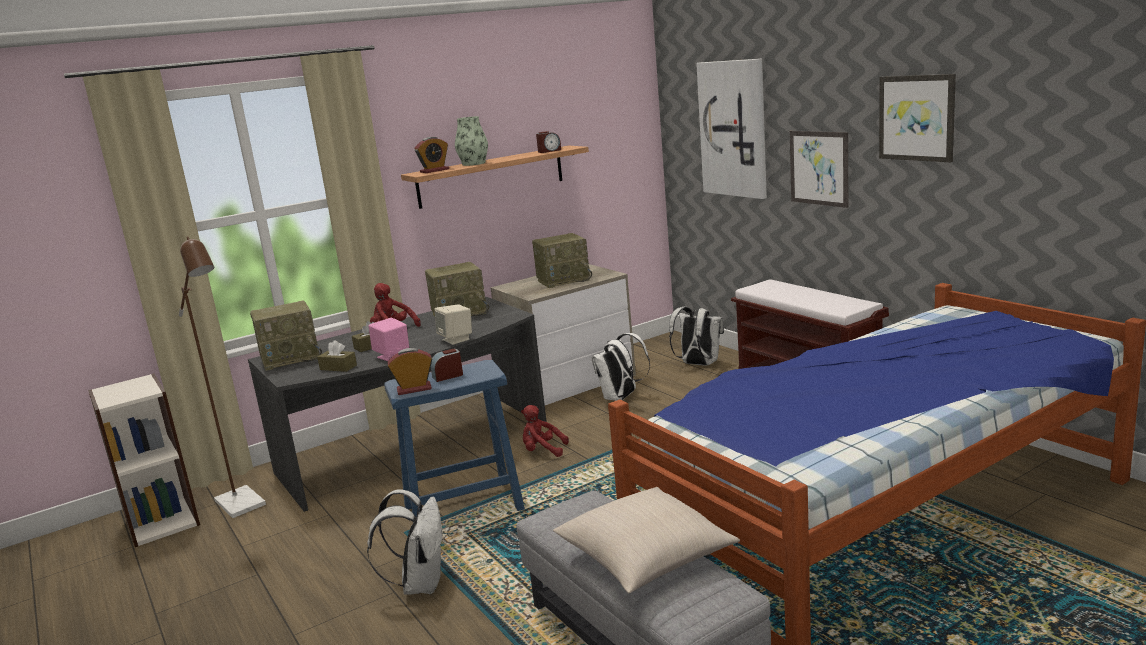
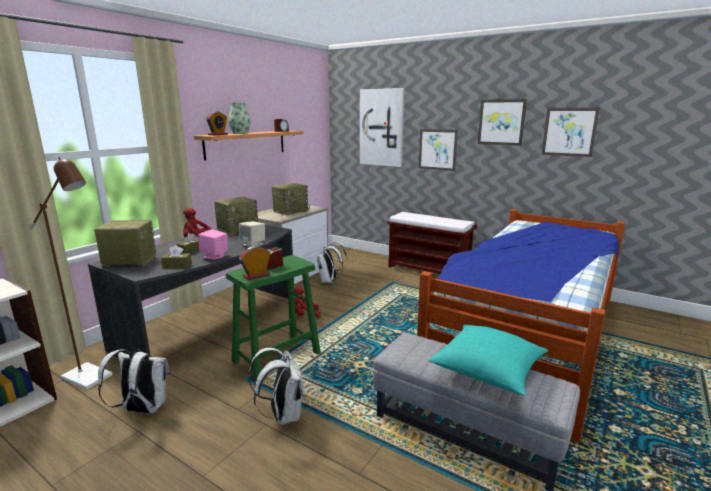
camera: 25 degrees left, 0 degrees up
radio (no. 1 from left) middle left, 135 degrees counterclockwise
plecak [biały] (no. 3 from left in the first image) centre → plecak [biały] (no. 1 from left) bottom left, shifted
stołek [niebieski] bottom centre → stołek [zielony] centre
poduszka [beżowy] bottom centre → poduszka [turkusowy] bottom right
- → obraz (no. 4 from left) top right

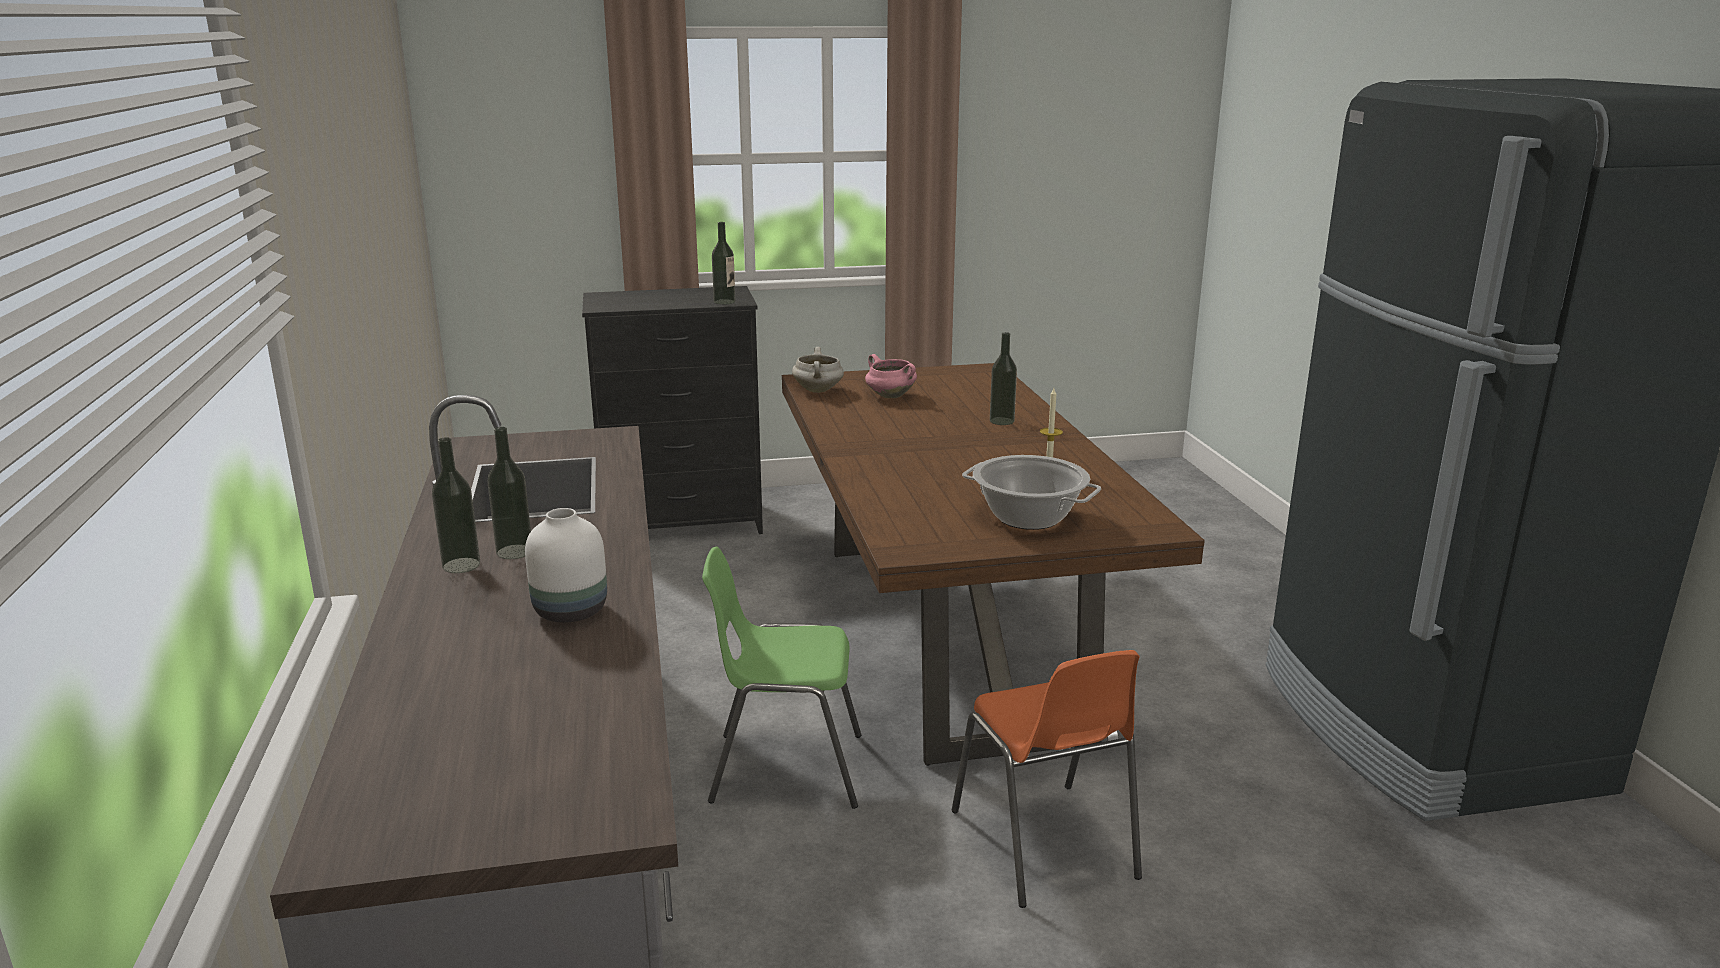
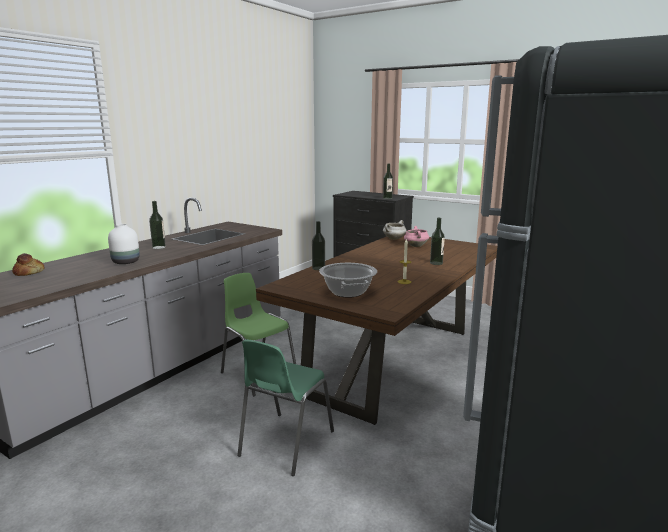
camera: 45 degrees right, 5 degrees down
butelka (no. 1 from left in the first image) middle left → butelka (no. 2 from left) centre, shifted
krzesło [pomarańczowy] bottom centre → krzesło [zielony] (no. 2 from left) bottom centre
- → chleb middle left

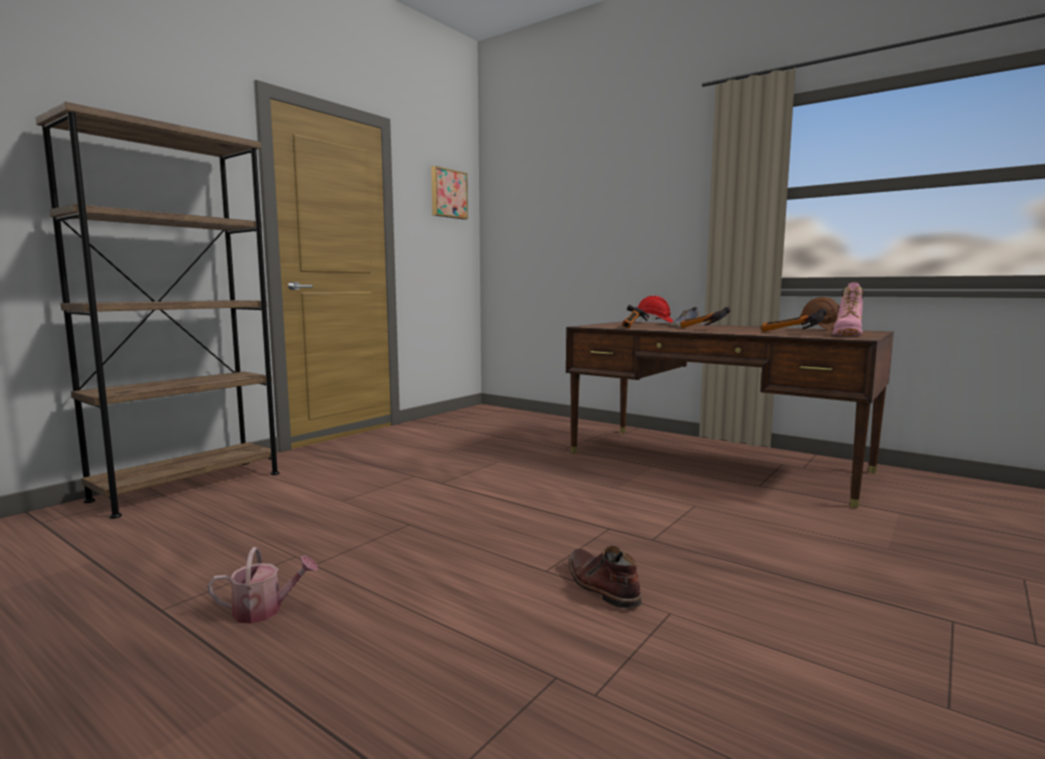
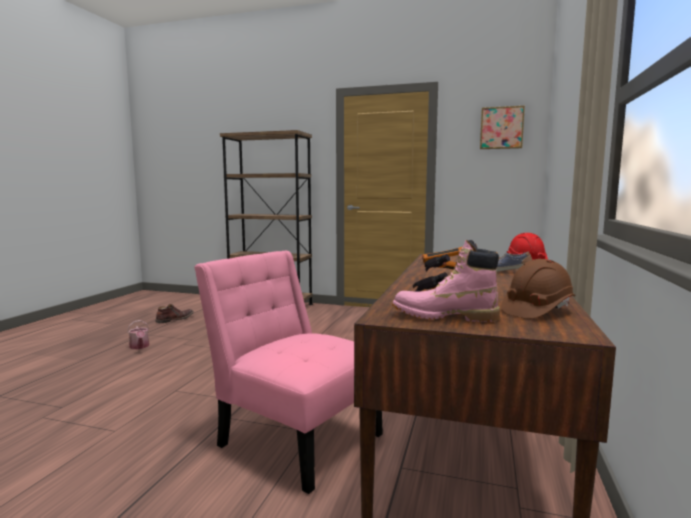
camera: 70 degrees right, 0 degrees up
but z cholewką [brązowy] bottom centre → but z cholewką [brązowy] middle left, shifted
- → krzesło [różowy] bottom centre

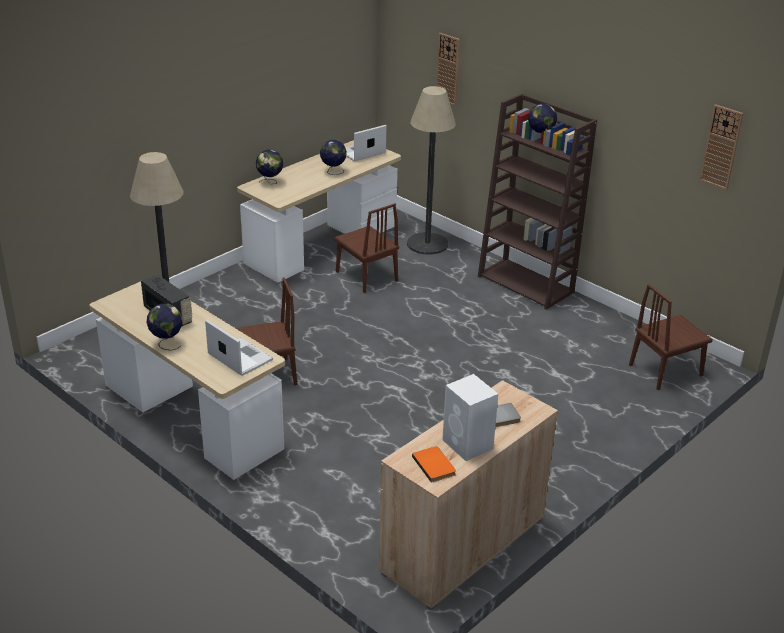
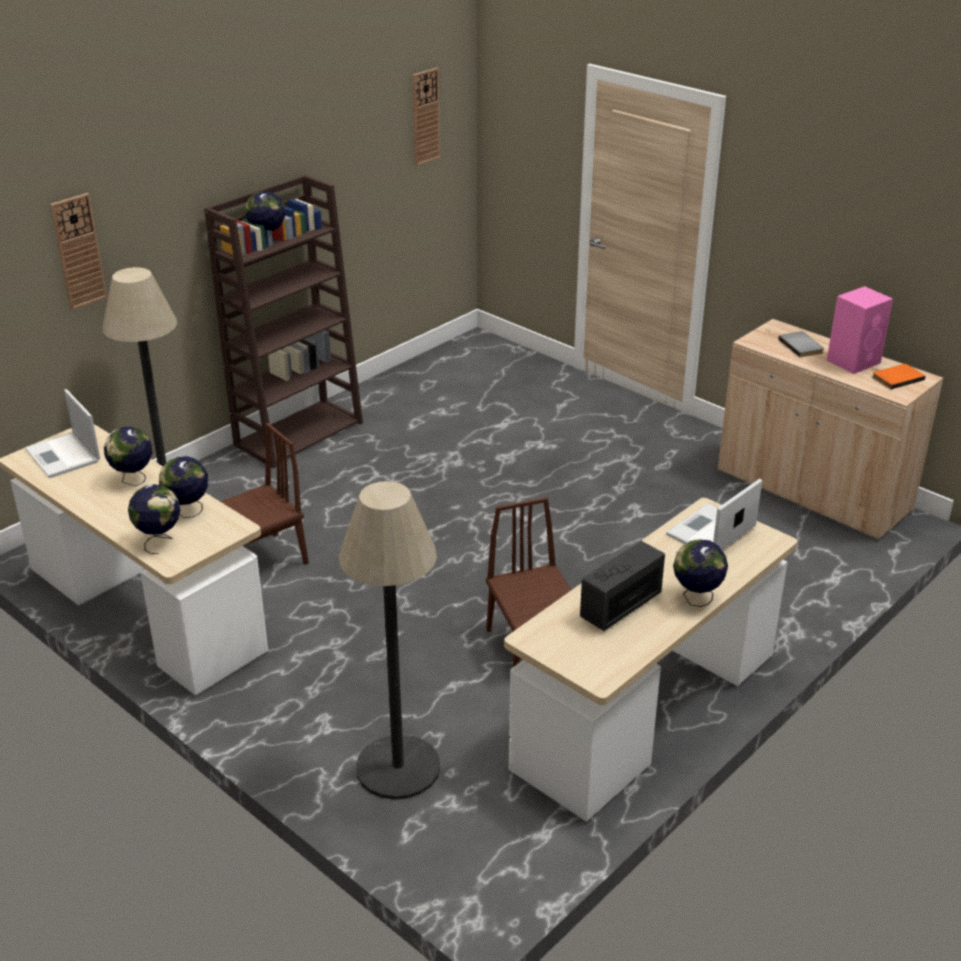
camera: 90 degrees left, 0 degrees up
krzesło [brązowy] (no. 3 from left) middle right → -
głośnik [biały] centre → głośnik [różowy] middle right
- → globus (no. 3 from left) middle left

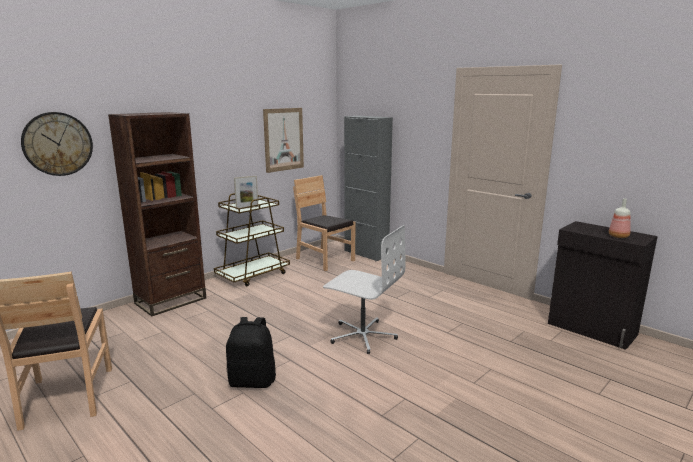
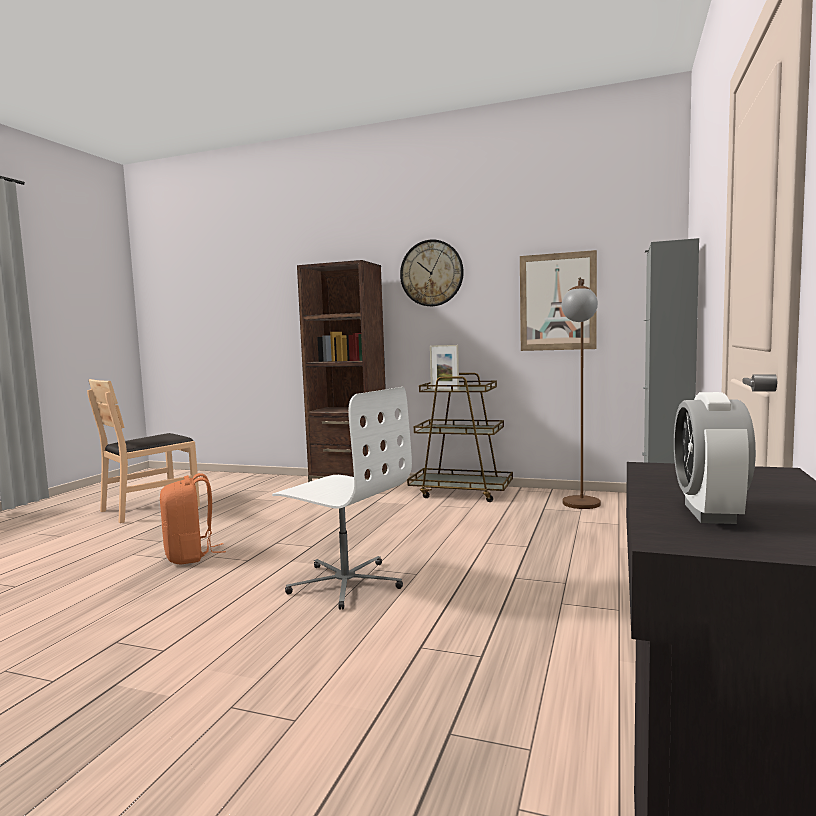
camera: 65 degrees right, 10 degrees down
zegar ścienny top left → zegar ścienny centre, shifted
krzesło [brązowy] (no. 2 from left) centre → lampa stojąca [brązowy] middle right
butelka middle right → budzik middle right
krzesło biurowe [biały] centre, 60 degrees counterclockwise
plecak [czarny] bottom centre → plecak [pomarańczowy] middle left

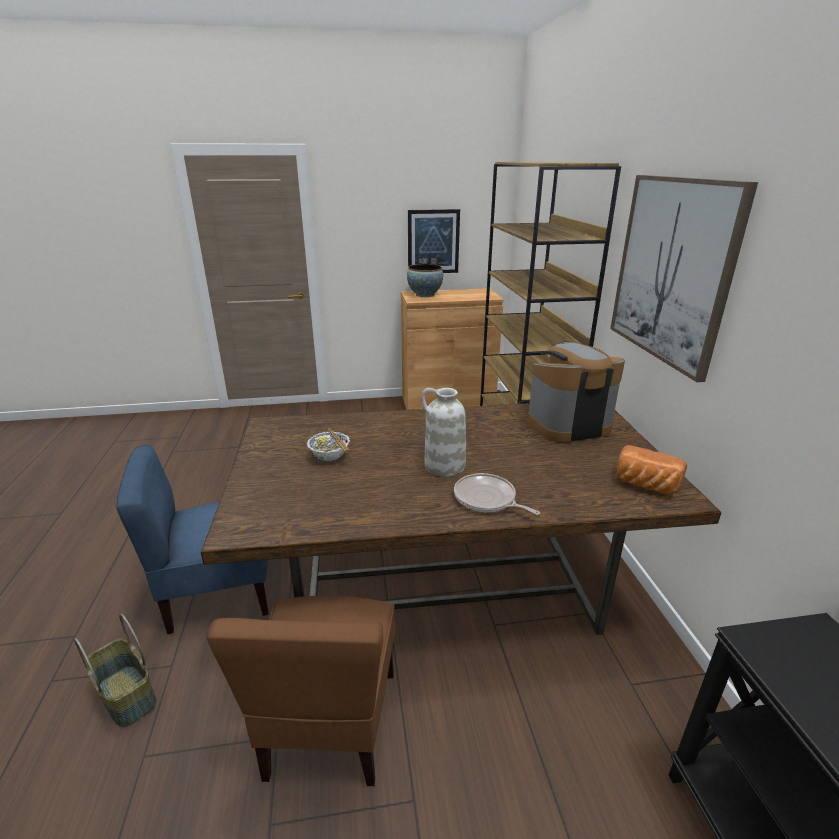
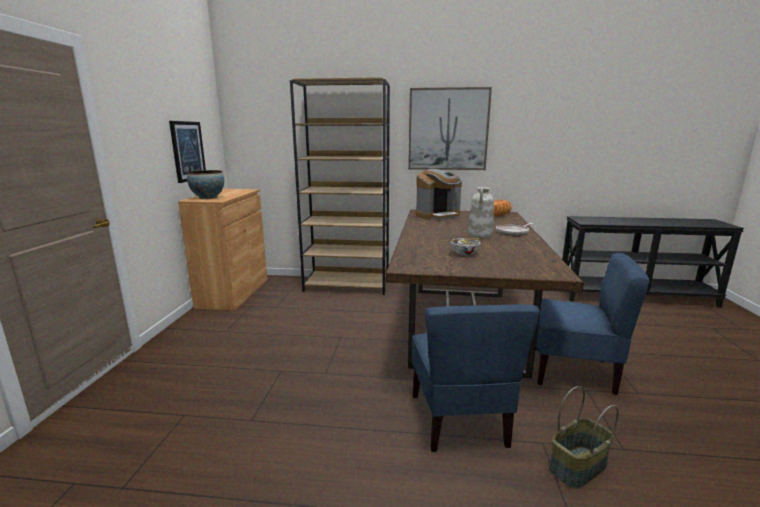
camera: 75 degrees left, 10 degrees down
ekspres do kawy middle right → ekspres do kawy centre, 120 degrees counterclockwise
krzesło [brązowy] bottom centre → krzesło [niebieski] (no. 2 from left) middle right

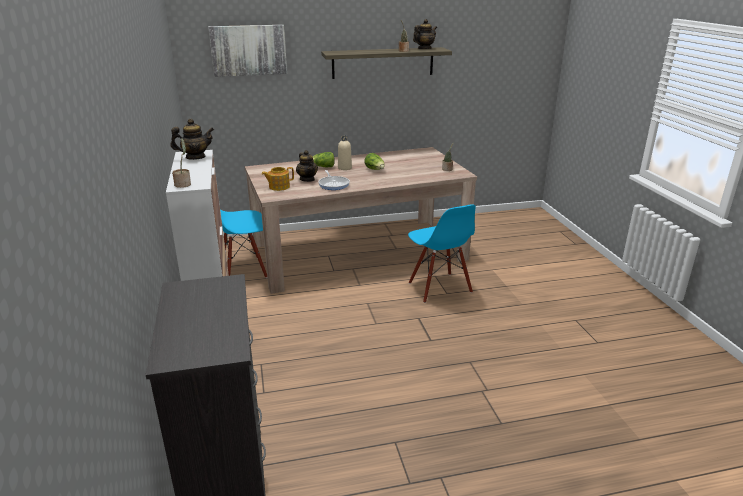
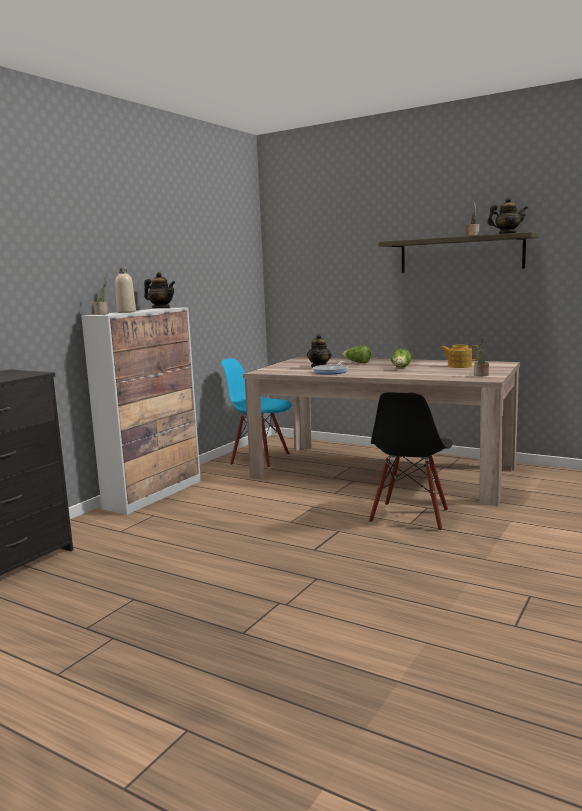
camera: 45 degrees right, 15 degrees down
obraz top left → -
butelka [beżowy] top centre → butelka [beżowy] middle left, shifted
imbryk (no. 2 from left in the first image) centre → imbryk (no. 3 from left) middle right, shifted
krzesło [niebieski] (no. 2 from left) centre → krzesło [czarny] middle right

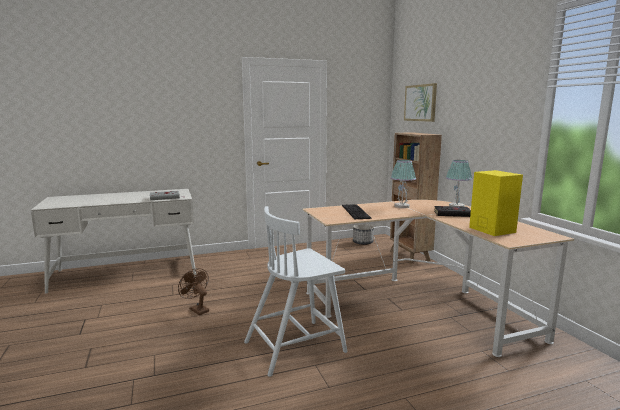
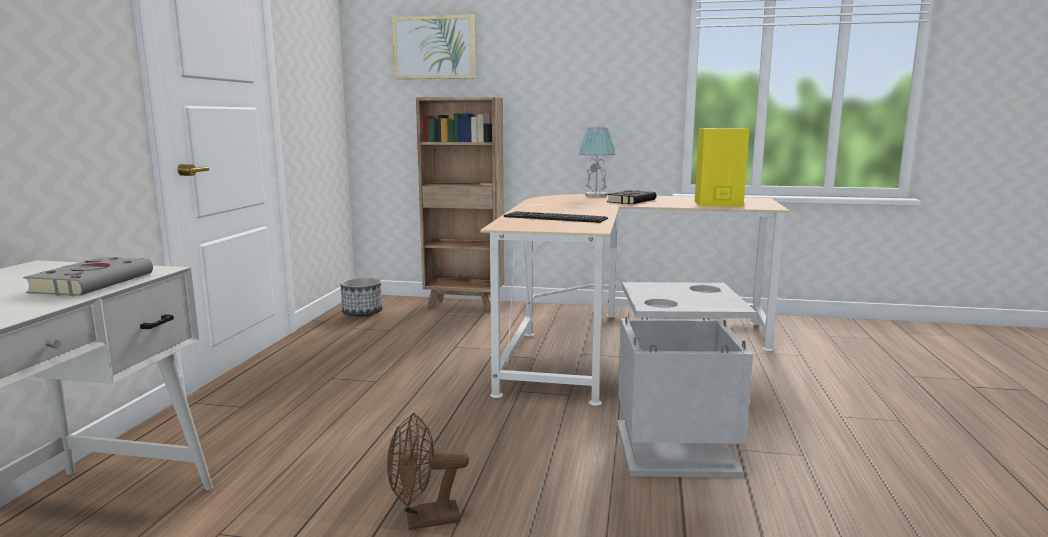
camera: 60 degrees left, 0 degrees up
lampa stołowa (no. 1 from left) centre → -
krzesło [biały] bottom centre → kosz na śmieci [szary] bottom centre

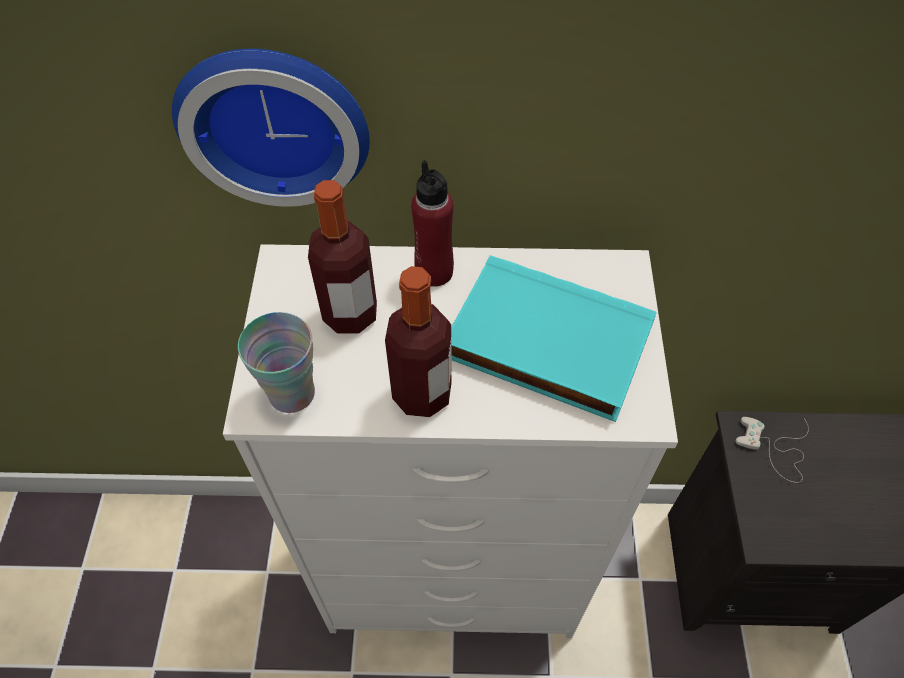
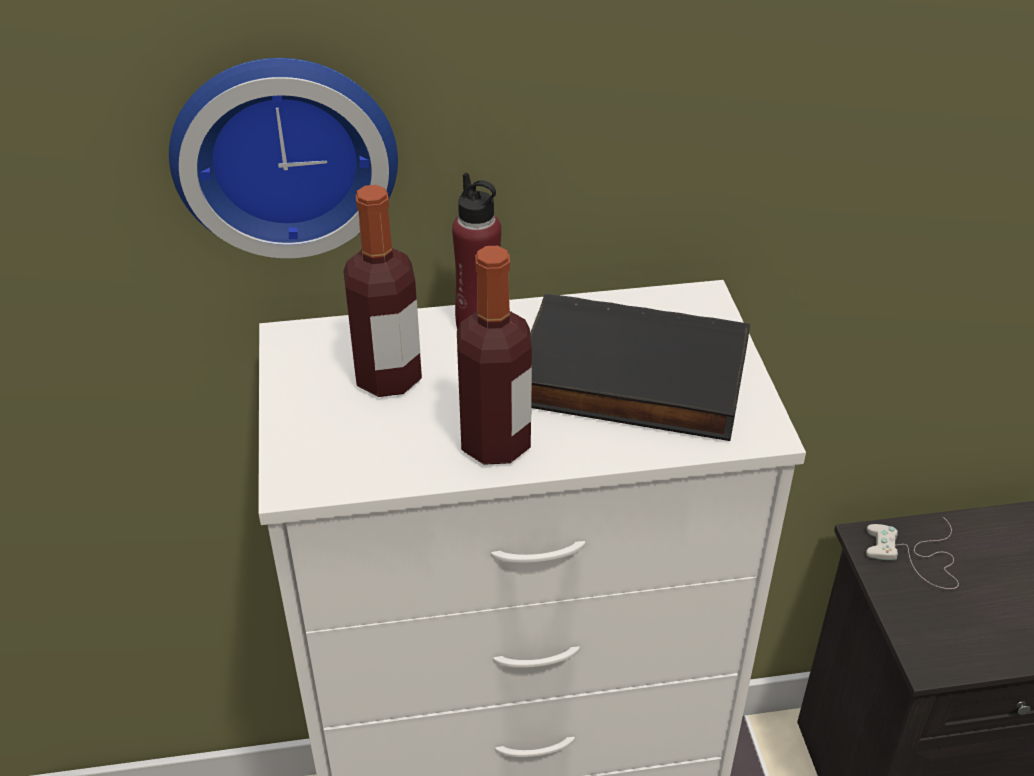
camera: 10 degrees left, 15 degrees down
książka [turkusowy] centre → książka [czarny] centre
filiżanka middle left → -

